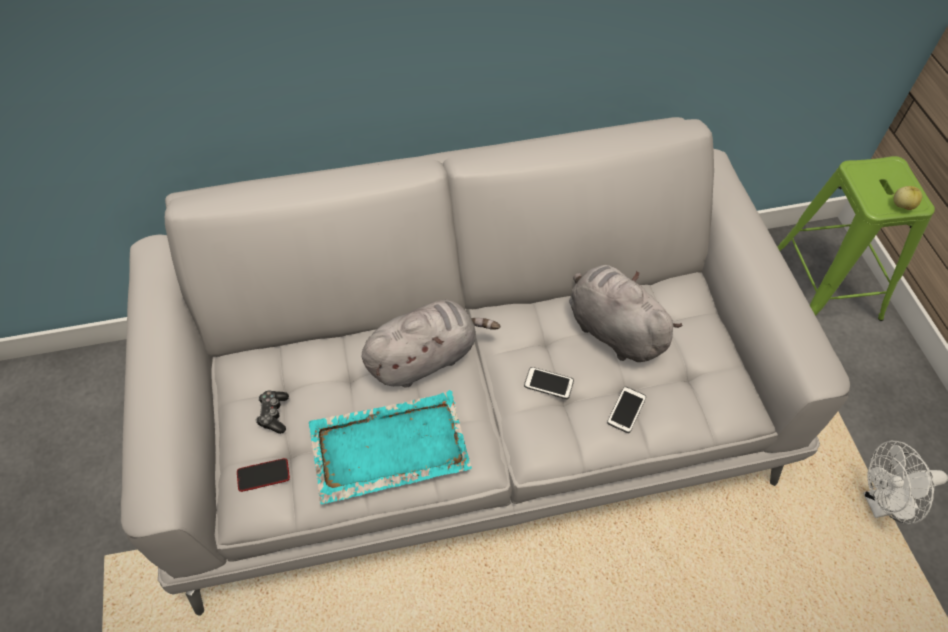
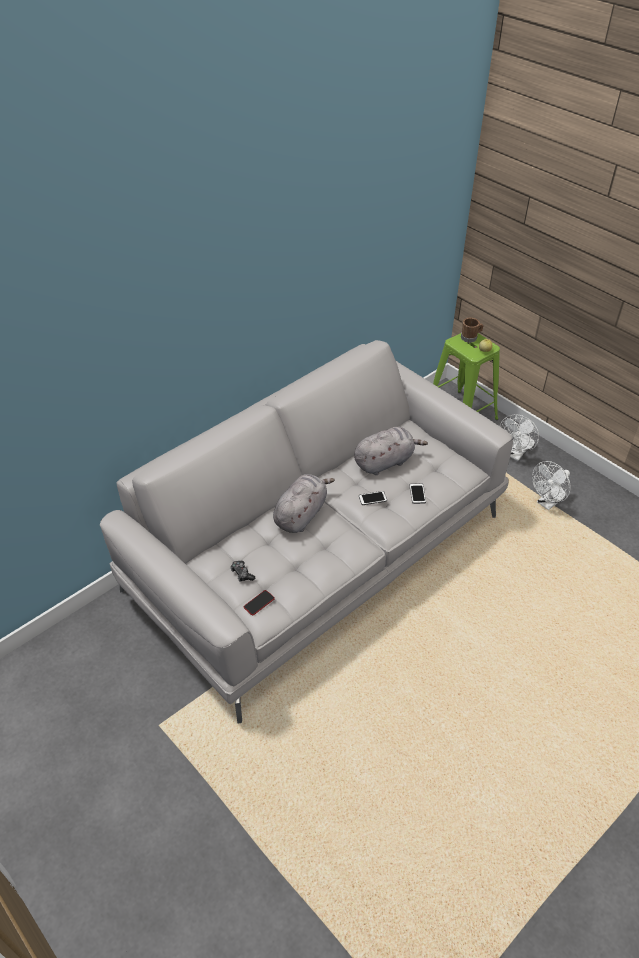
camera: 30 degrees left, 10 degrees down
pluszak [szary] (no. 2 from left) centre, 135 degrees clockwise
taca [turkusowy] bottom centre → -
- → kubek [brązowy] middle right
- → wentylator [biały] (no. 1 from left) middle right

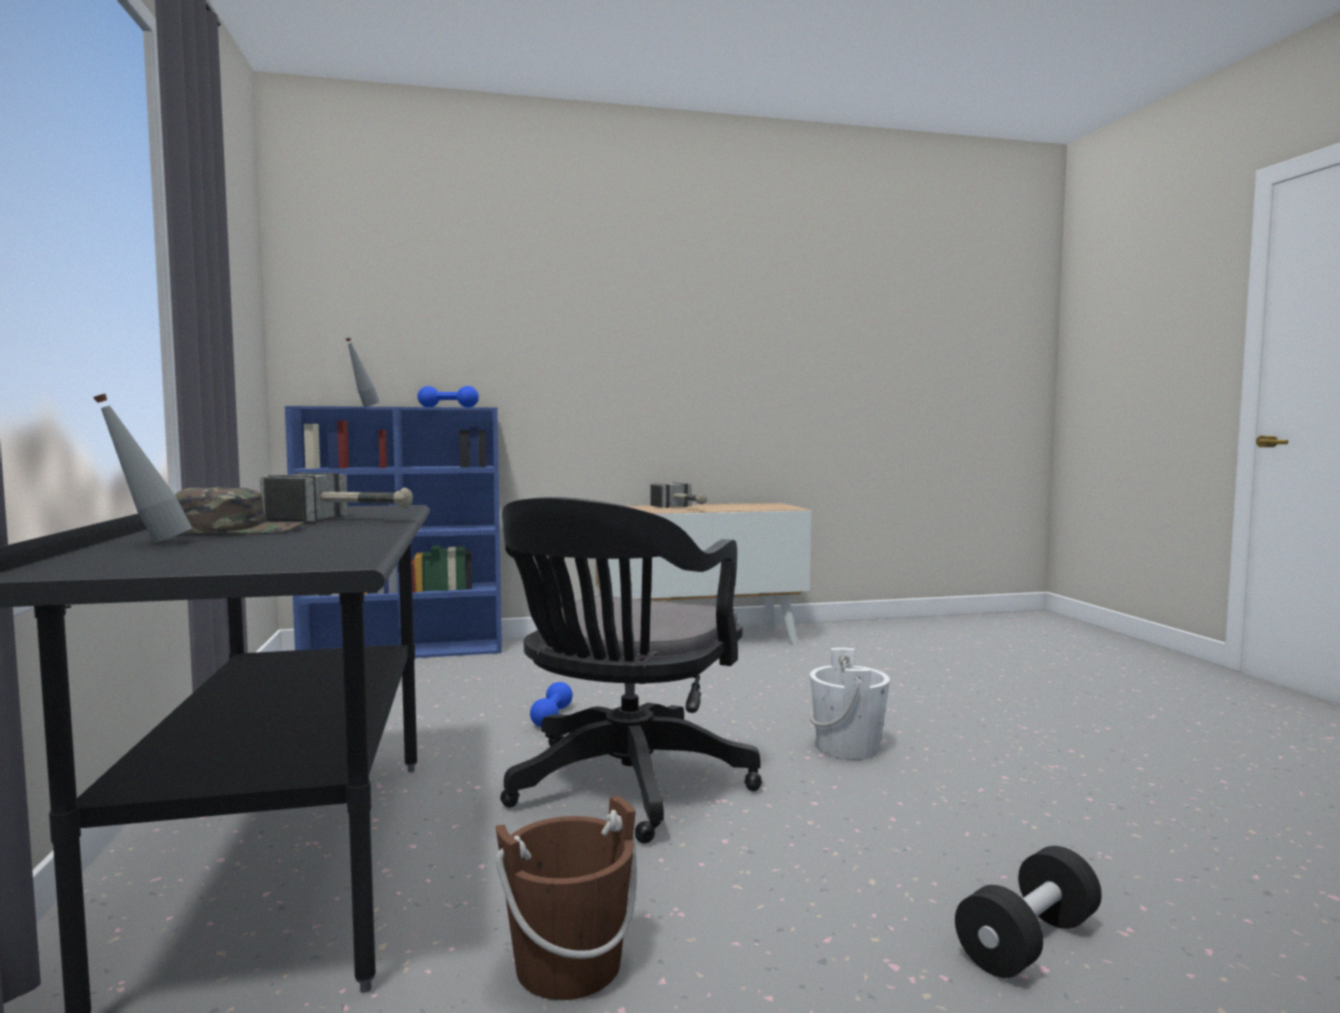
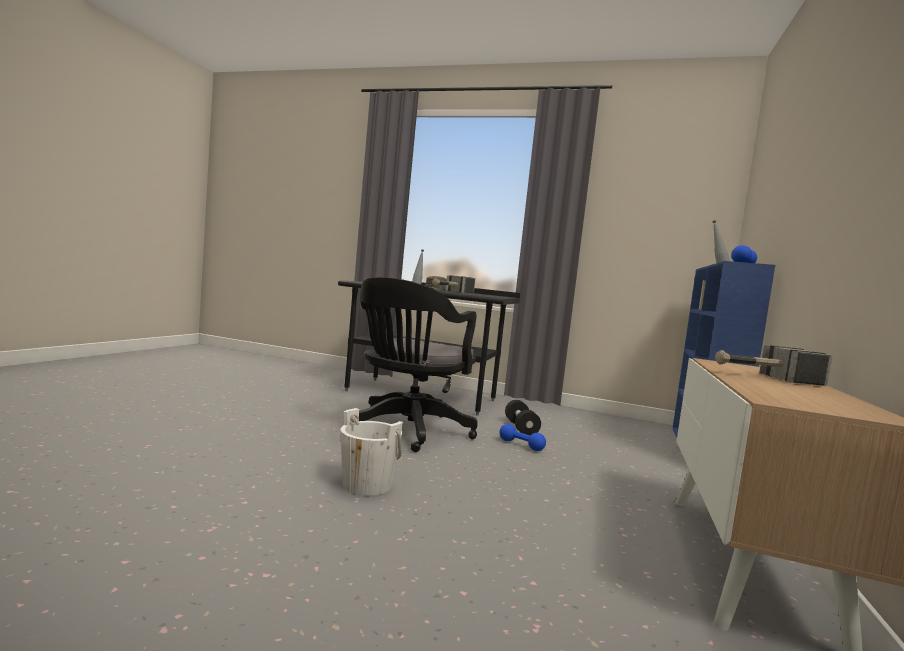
camera: 120 degrees right, 0 degrees up
krzesło biurowe [czarny] centre, 120 degrees counterclockwise
wiadro [brązowy] bottom centre → -
hantel [czarny] bottom right → hantel [czarny] centre, shifted

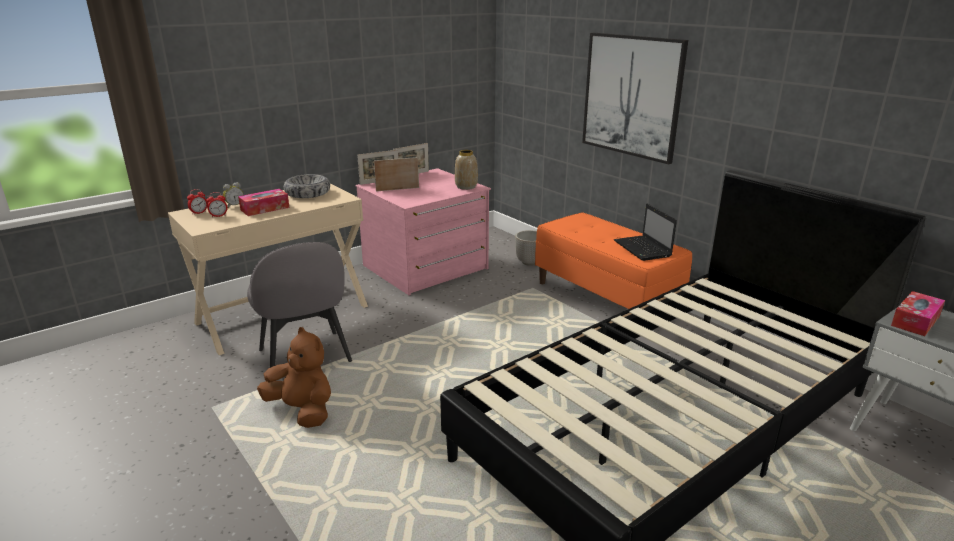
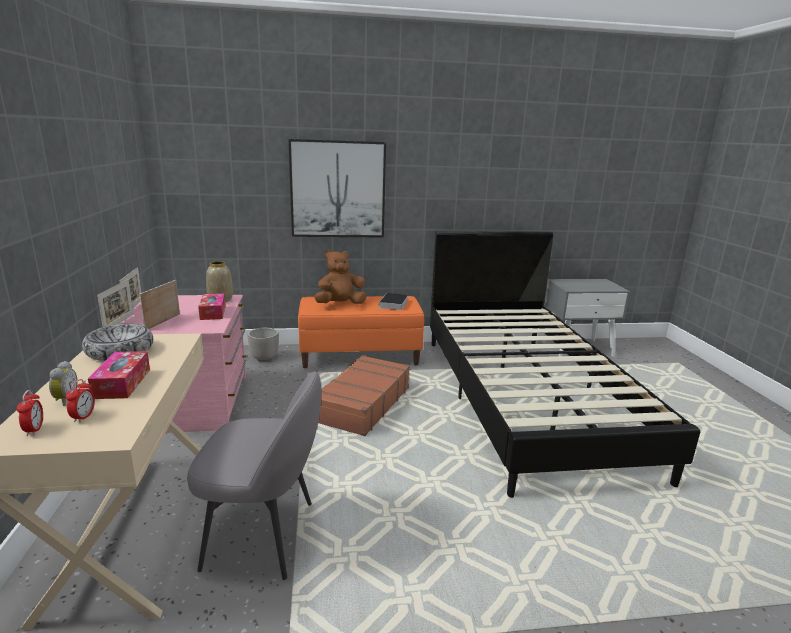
camera: 60 degrees left, 5 degrees down
laptop middle right → książka centre
pudełko chusteczek (no. 2 from left) middle right → pudełko chusteczek (no. 2 from left) middle left, shifted
pluszak [brązowy] bottom left → pluszak [brązowy] centre, shifted
- → walizka [brązowy] centre

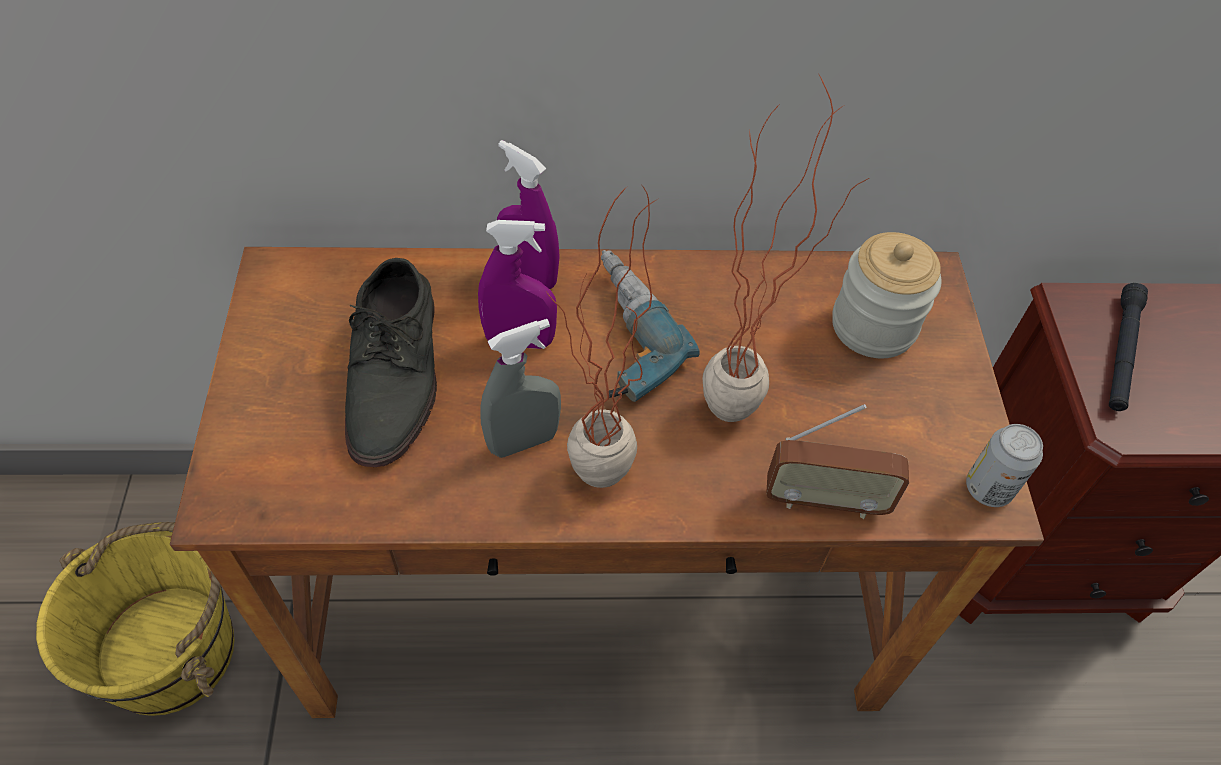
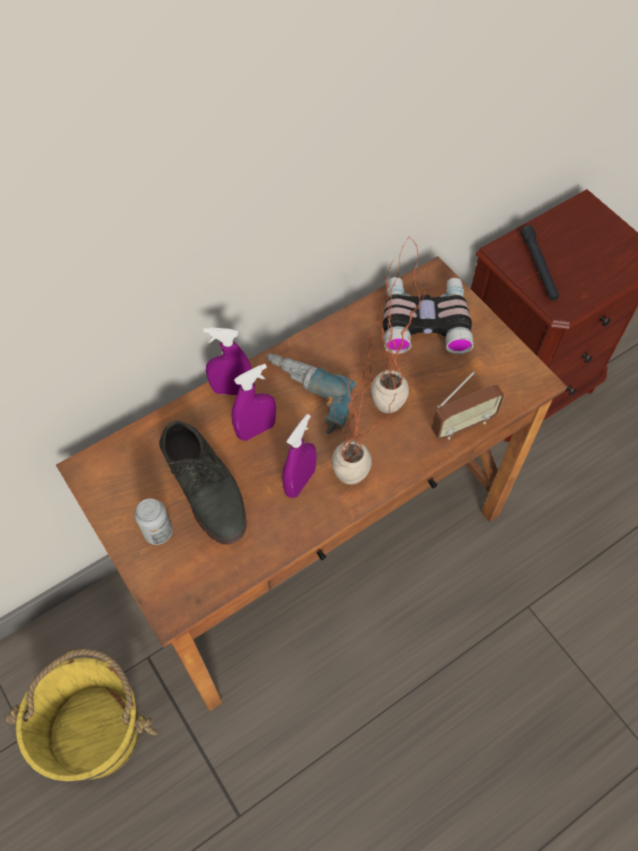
camera: 30 degrees left, 5 degrees up
słoik middle right → lornetka middle right
spryskiwacz [szary] centre → spryskiwacz [fioletowy] (no. 3 from left) centre
puszka middle right → puszka middle left, shifted

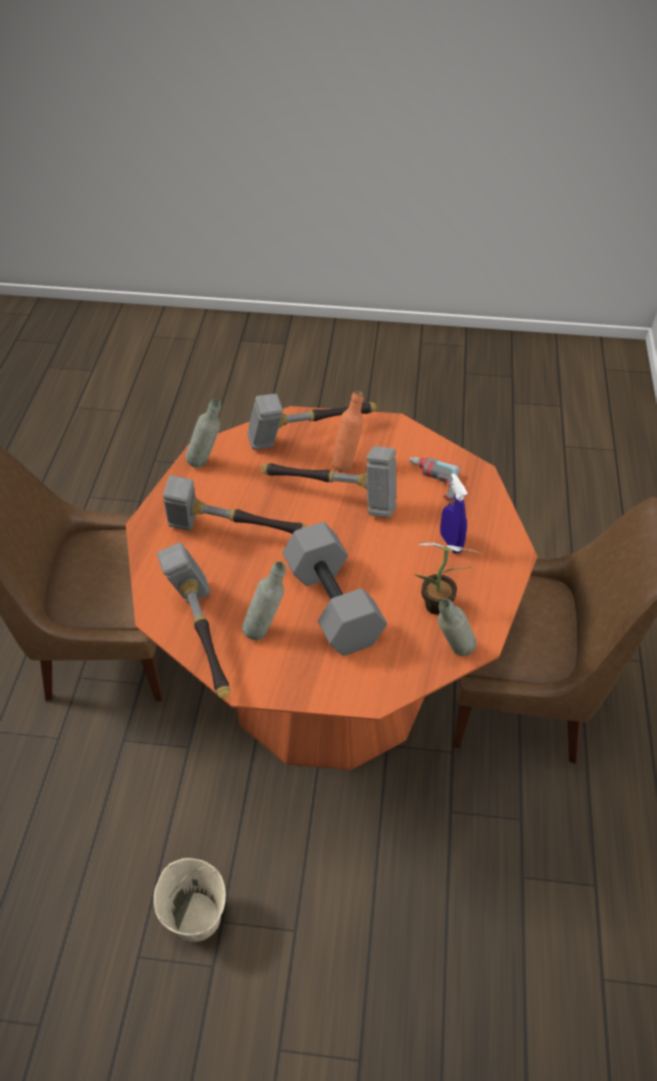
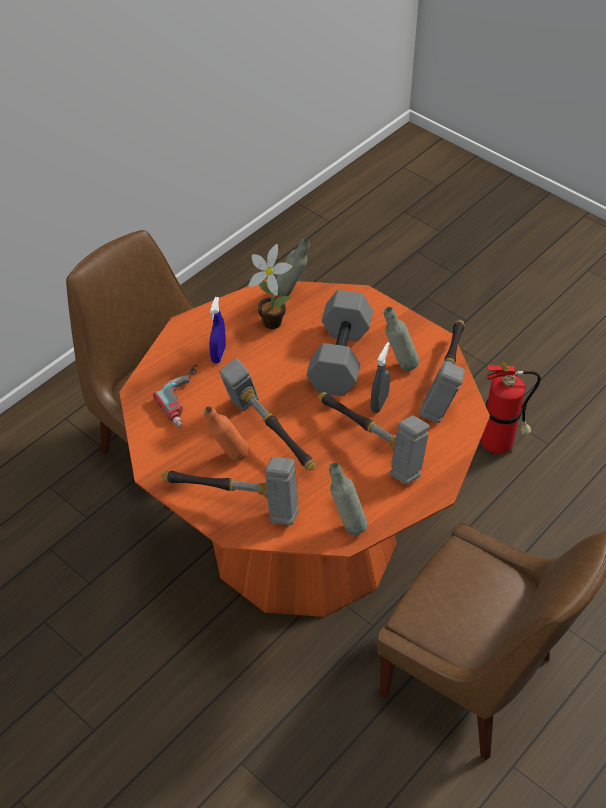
camera: 145 degrees left, 0 degrees up
wiadro [beżowy] bottom left → gaśnica middle right
- → spryskiwacz [szary] centre

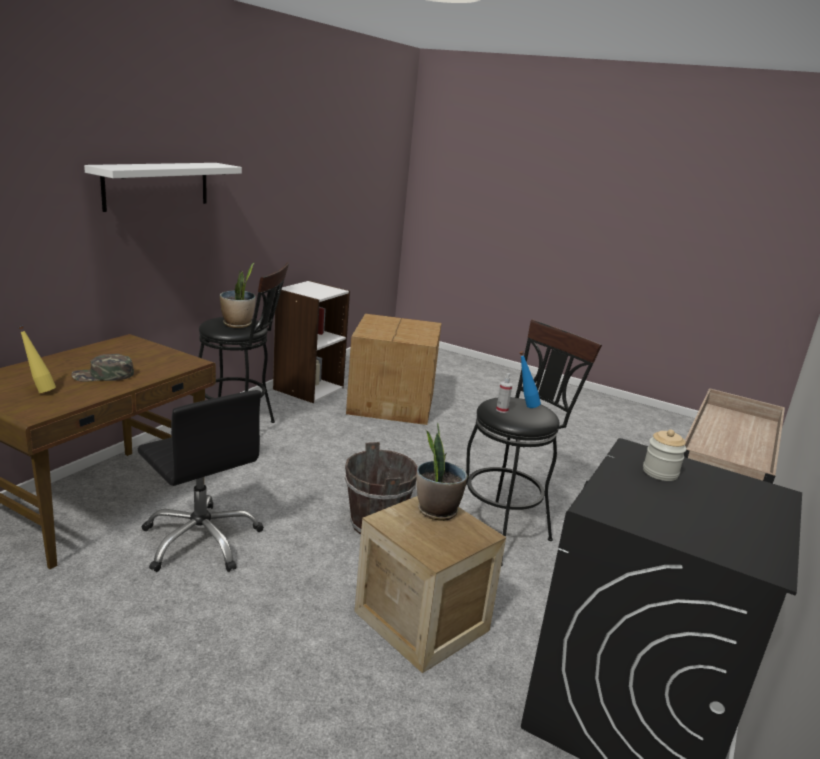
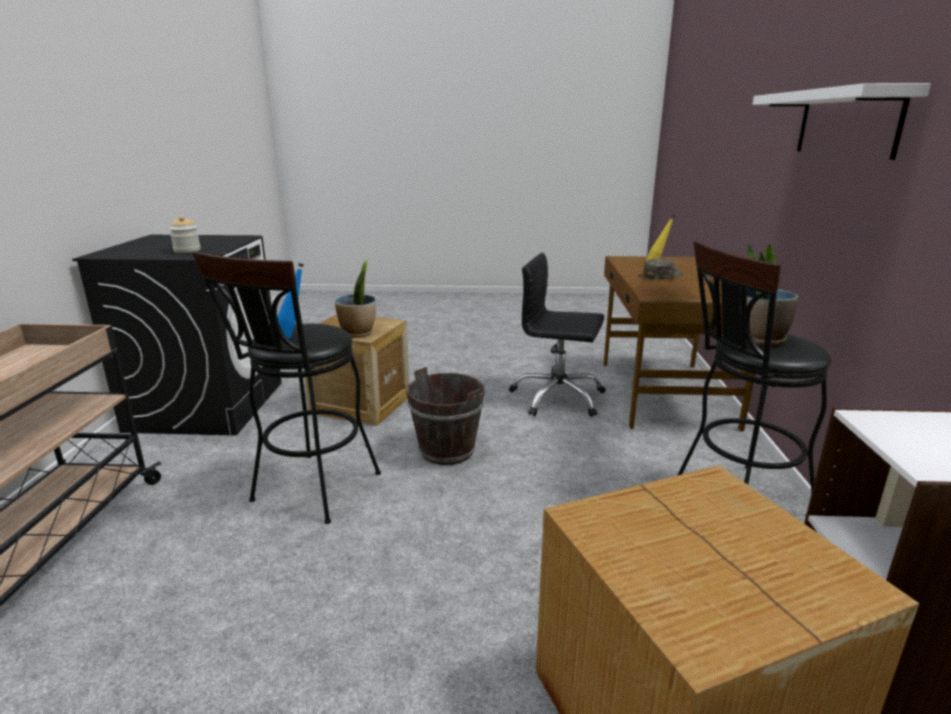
camera: 155 degrees right, 0 degrees up
spryskiwacz centre → -

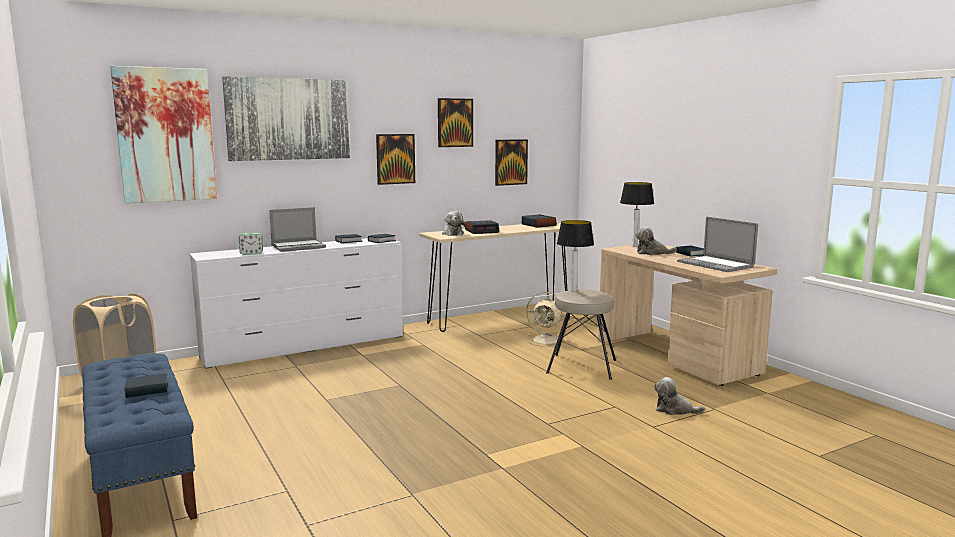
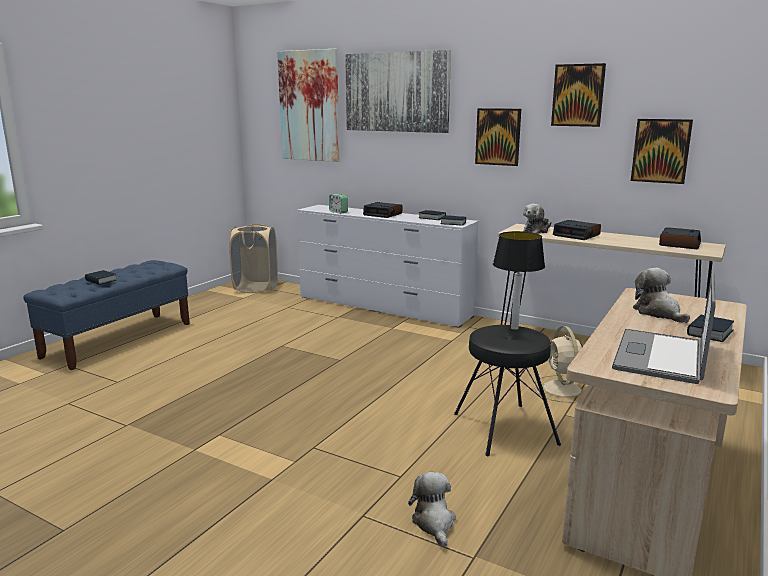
camera: 60 degrees right, 5 degrees up
lampa stołowa (no. 2 from left) middle right → -
laptop (no. 1 from left) middle left → budzik (no. 2 from left) centre
stołek [beżowy] centre → stołek [czarny] bottom centre

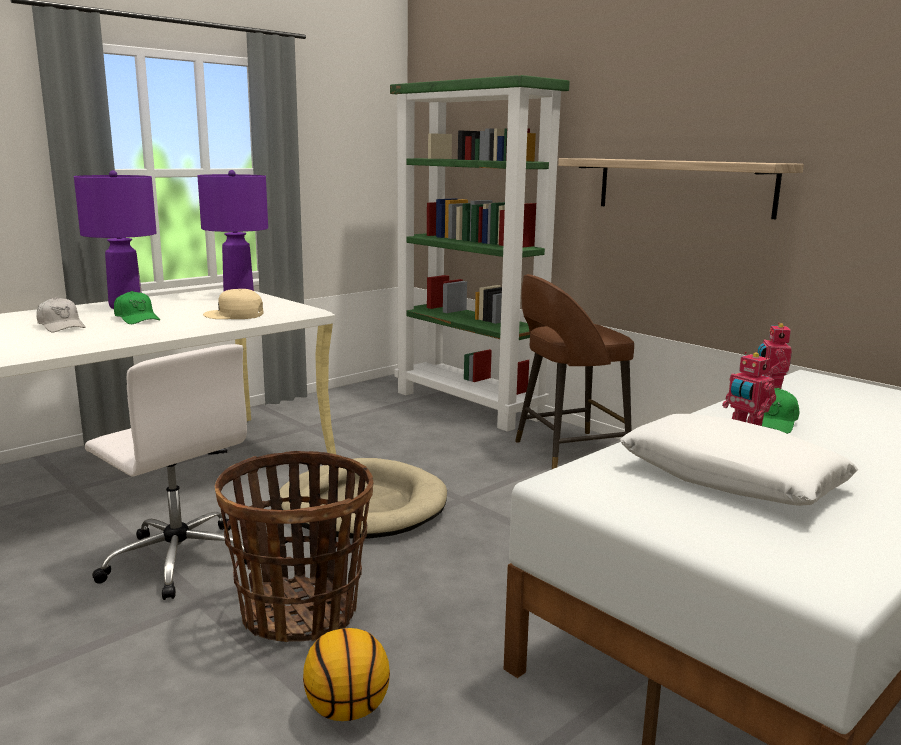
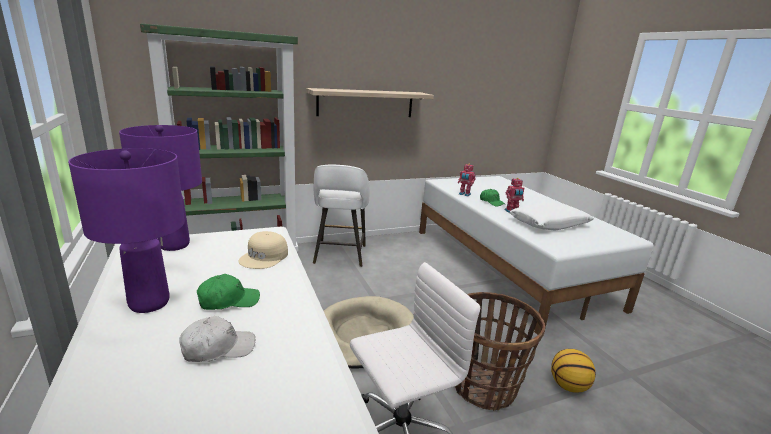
camera: 70 degrees left, 5 degrees up
stołek [brązowy] centre → stołek [biały] centre

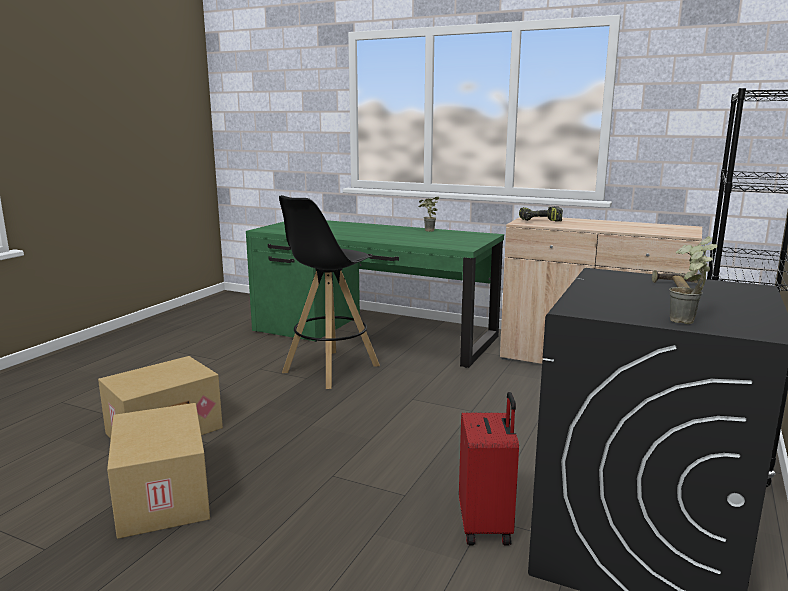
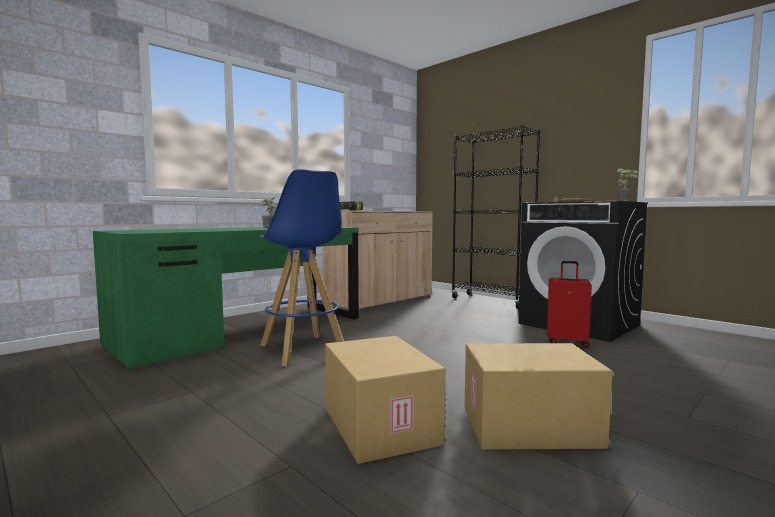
camera: 70 degrees left, 10 degrees down
stołek [czarny] centre → stołek [niebieski] centre

